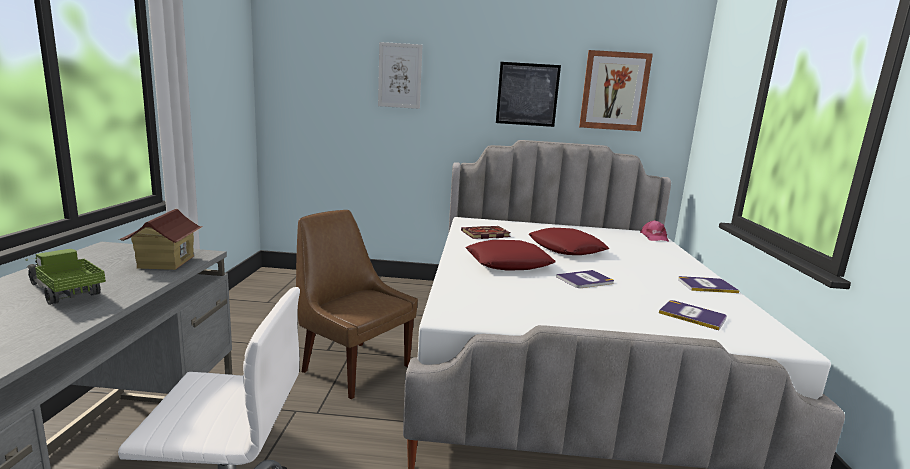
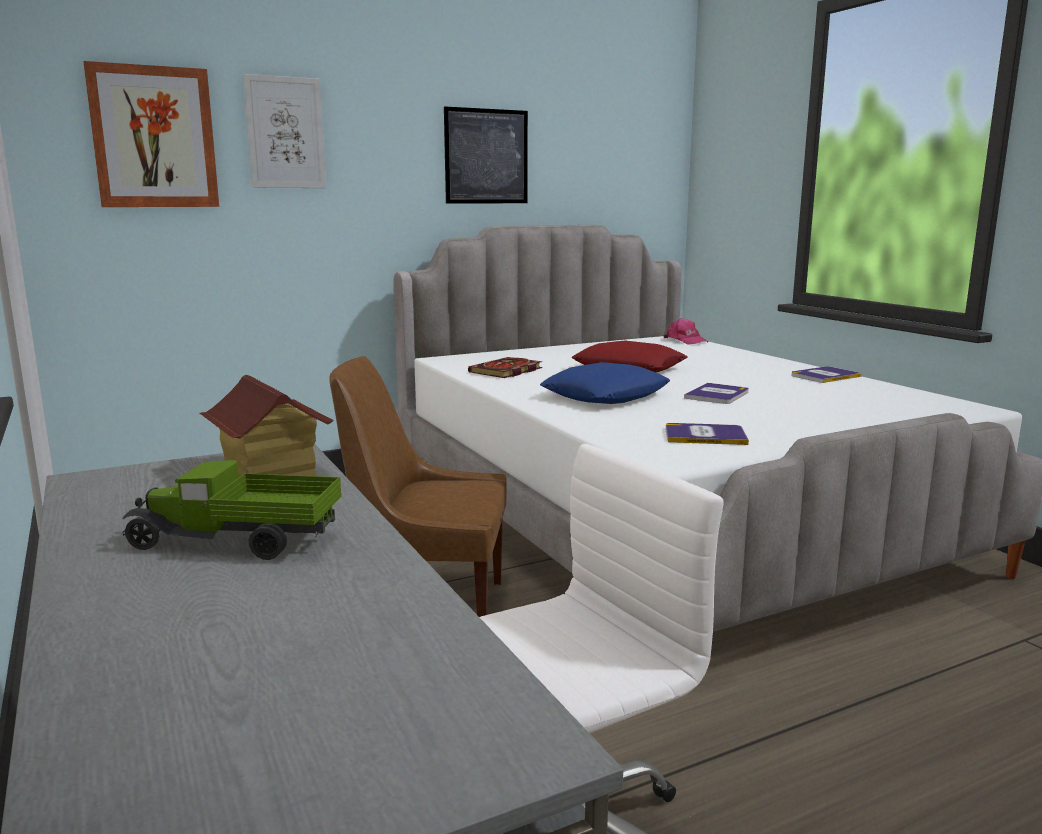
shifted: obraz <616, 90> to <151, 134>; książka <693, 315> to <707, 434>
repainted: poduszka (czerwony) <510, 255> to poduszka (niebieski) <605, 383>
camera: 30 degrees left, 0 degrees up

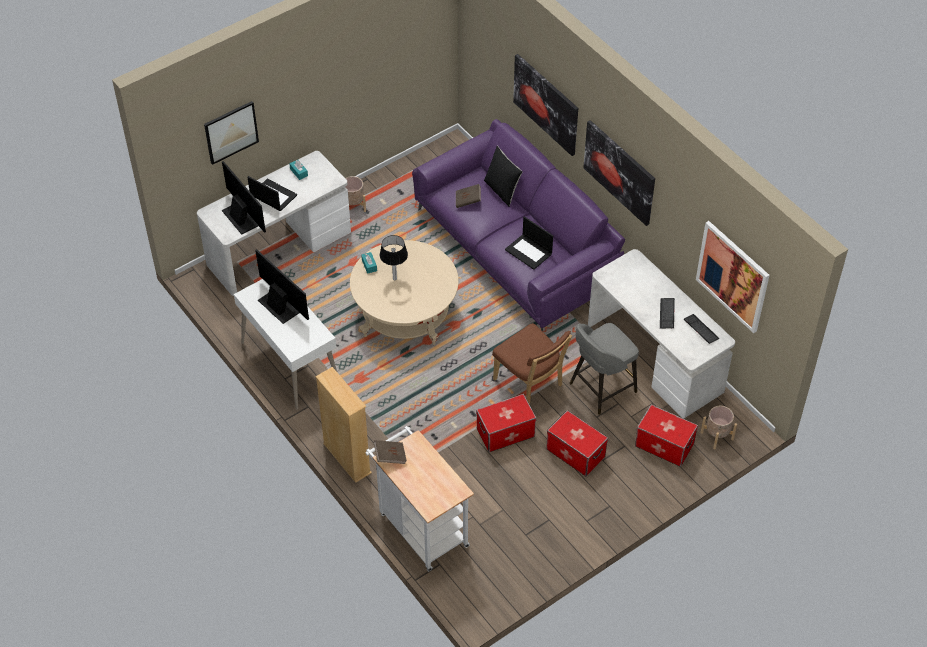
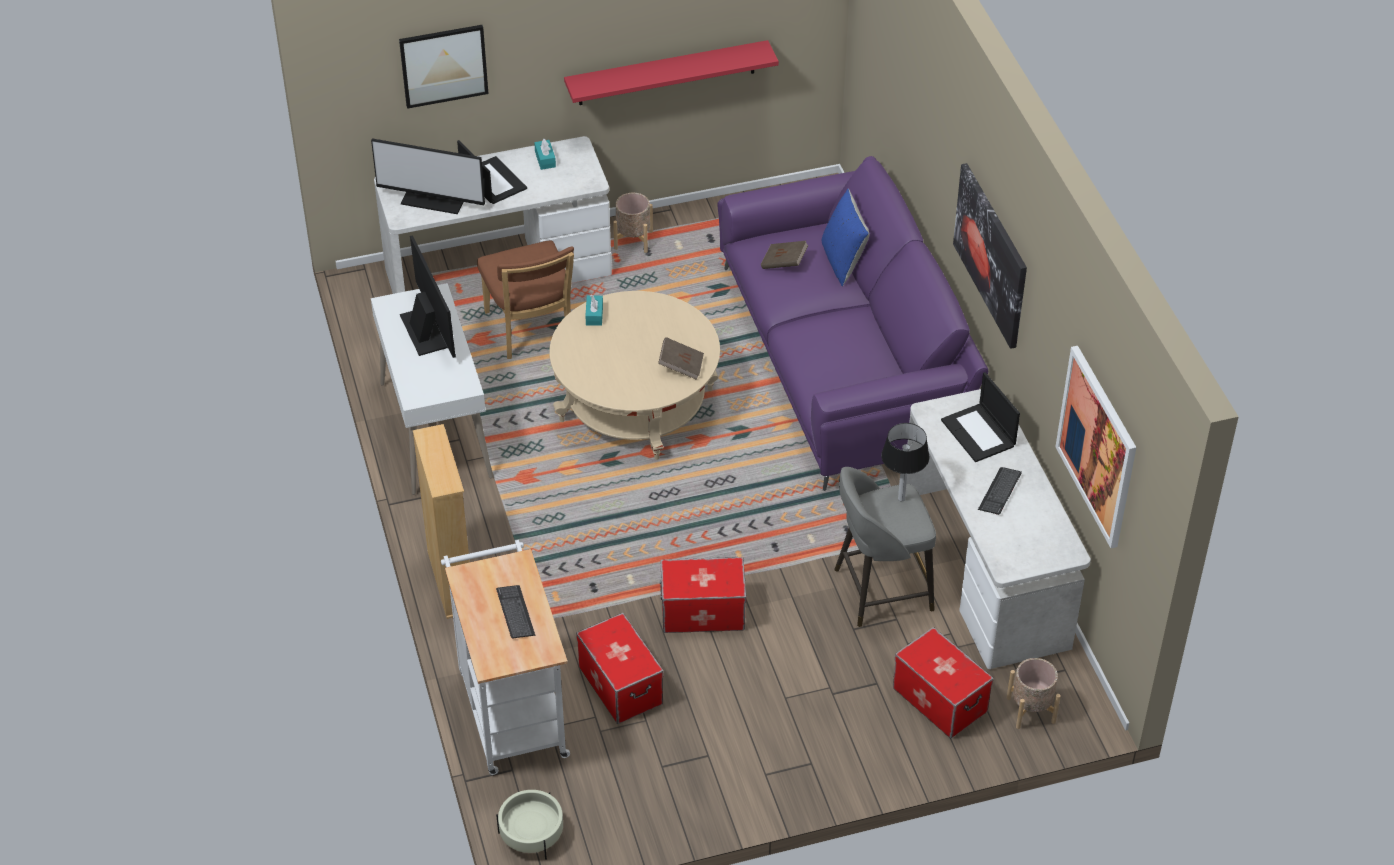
gone: obraz <545, 105>
new: półka (czerwony) <671, 72>; donica (beżowy) <529, 825>
shifted: laptop <529, 243> to <980, 417>; lampa stołowa <394, 257> to <905, 462>; klawiatura <702, 329> to <515, 612>; krzesło (brązowy) <532, 363> to <525, 300>; pojemnik do przechowywania <577, 443> to <619, 668>; książka (brązowy) <390, 452> to <681, 358>
repainted: poduszka (czarny) <503, 176> to poduszka (niebieski) <845, 238>
rotated: monitor <244, 198> = <428, 176> 120 degrees clockwise
camera: 20 degrees right, 5 degrees down

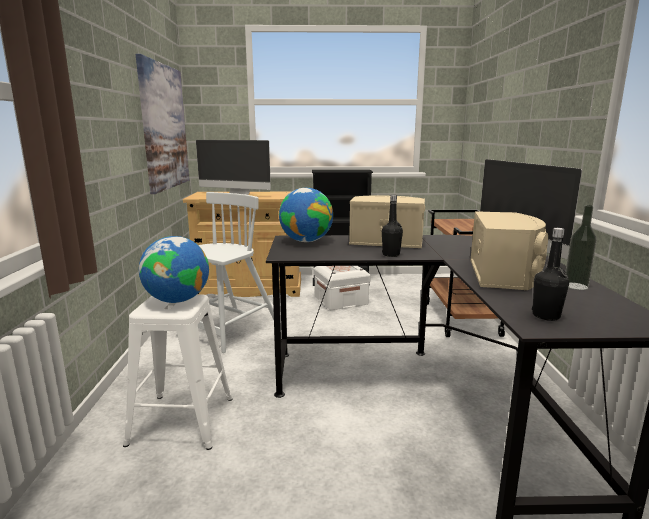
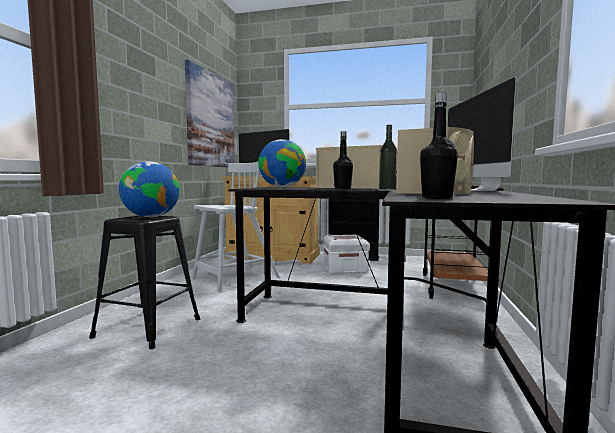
shifted: butelka <581, 247> to <388, 157>
repainted: stołek (biały) <178, 372> to stołek (czarny) <144, 282>
camera: 15 degrees right, 10 degrees down

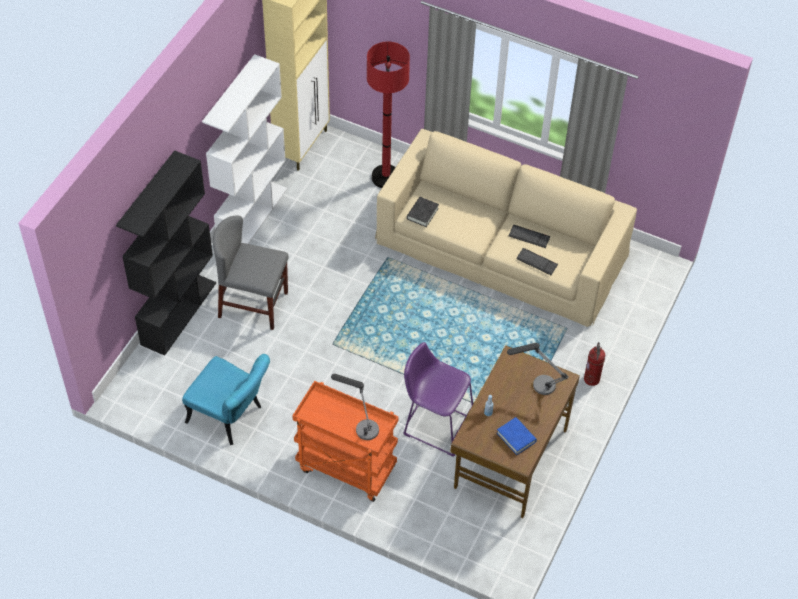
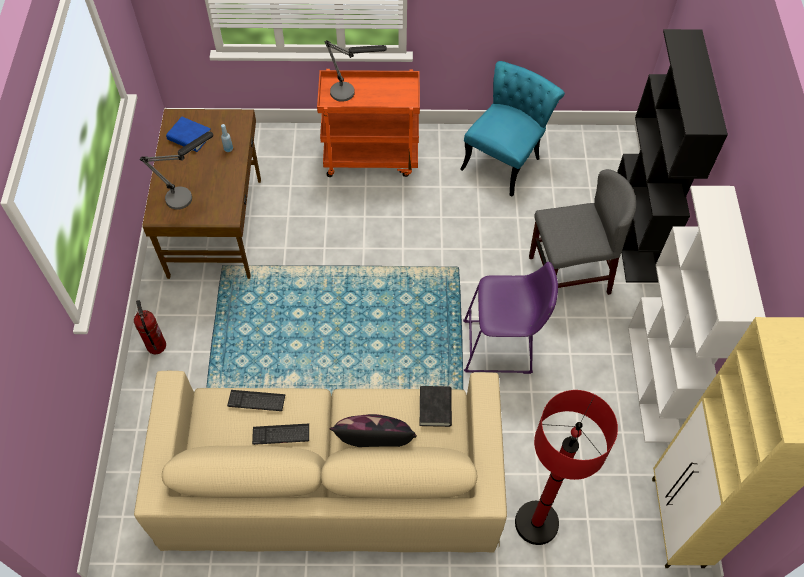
new: poduszka <373, 430>
shifted: stołek (fioletowy) <438, 399> to <510, 318>
rotated: krzesło (turkusowy) <226, 399> = <512, 129> 120 degrees clockwise
camera: 155 degrees right, 5 degrees up

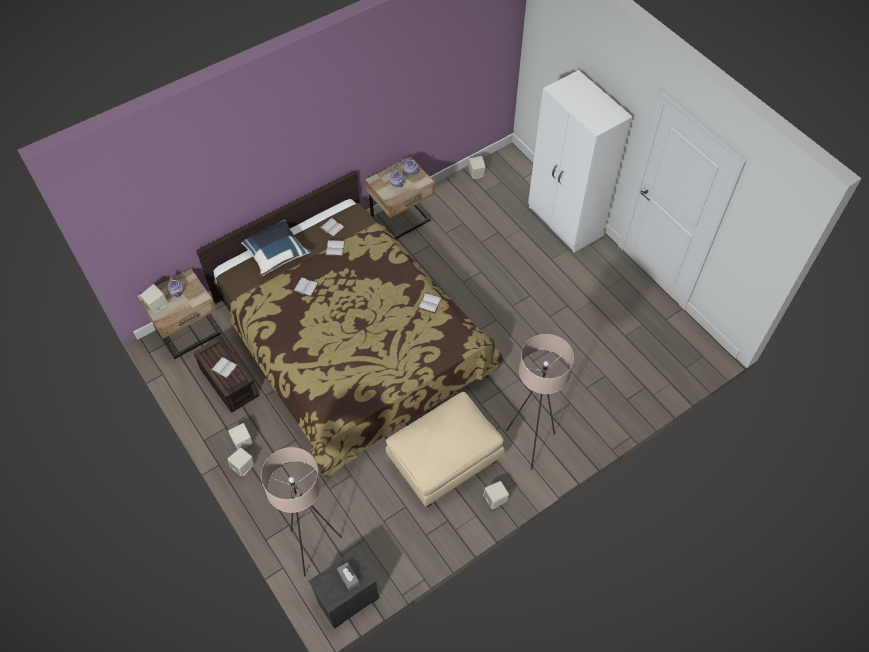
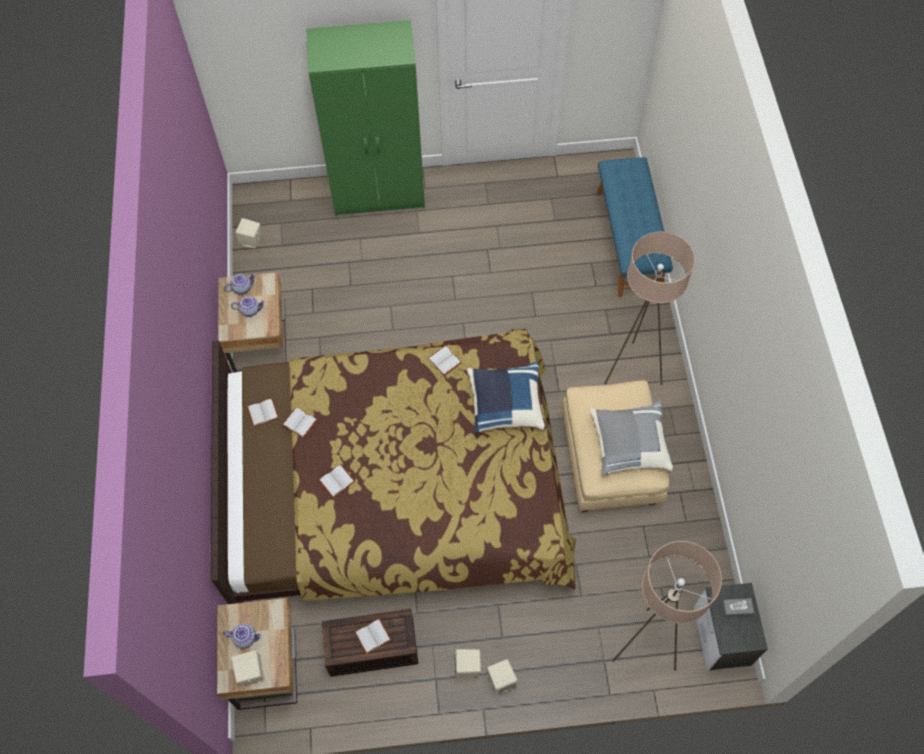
gone: głośnik (beżowy) <496, 495>
new: ławka (niebieski) <635, 227>; poduszka (szary) <632, 438>
shifted: poduszka (niebieski) <276, 248> to <506, 397>
repainted: szafa (biały) <580, 161> to szafa (zielony) <365, 118>
camera: 60 degrees left, 5 degrees up

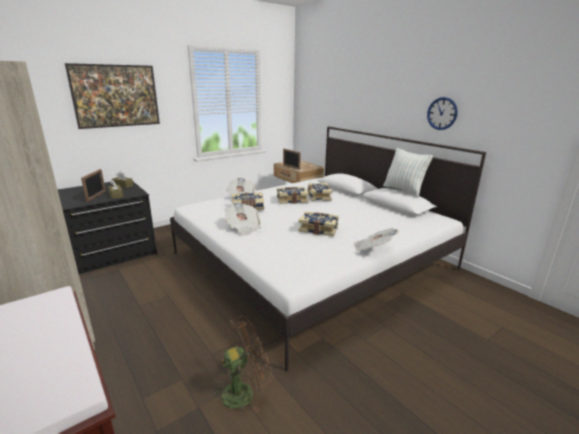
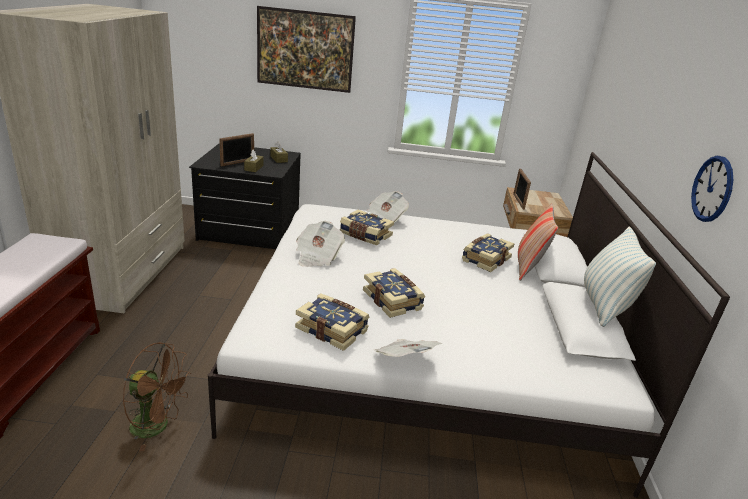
new: poduszka <538, 242>
shifted: książka <293, 195> to <332, 322>
camera: 40 degrees right, 5 degrees up

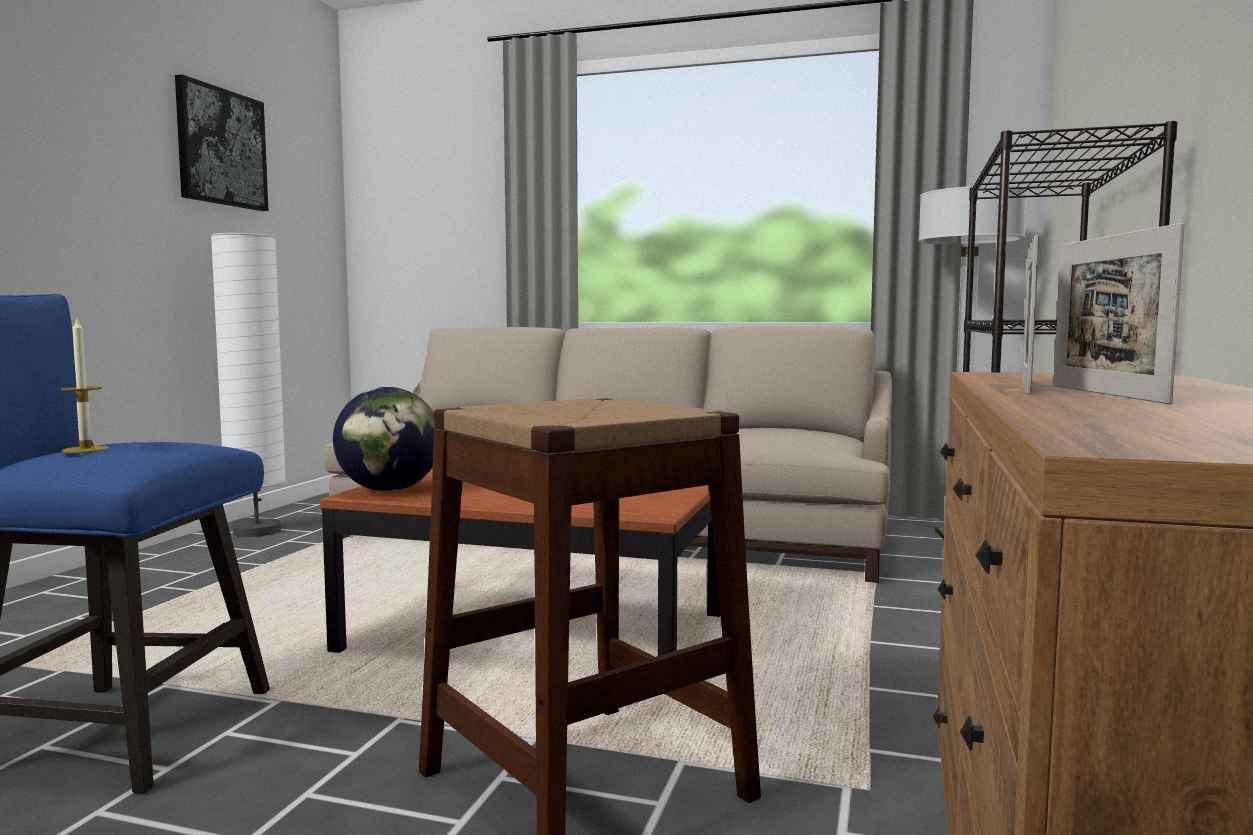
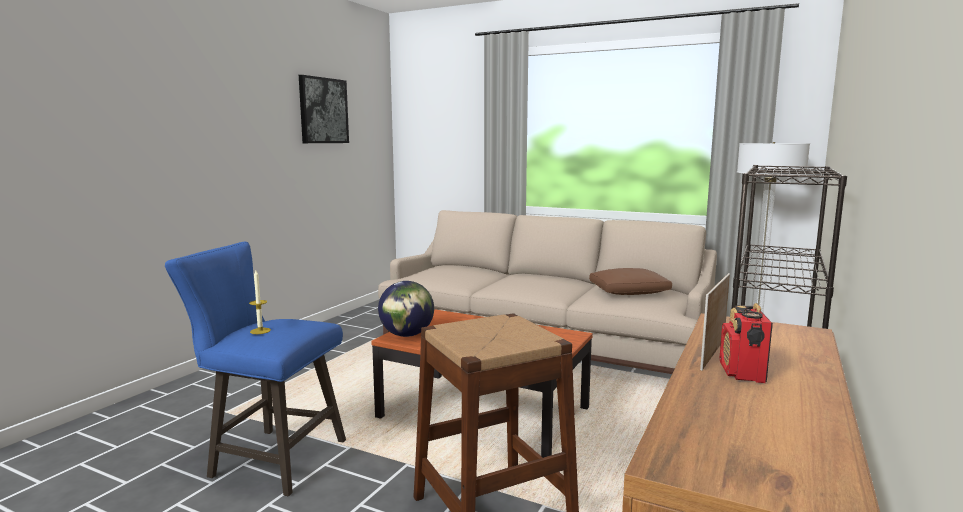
gone: lampa stojąca (biały) <248, 385>
new: poduszka (brązowy) <630, 281>
swapped: ramka na zdjęcie <1118, 313> to radio <746, 343>
camera: 10 degrees right, 5 degrees up

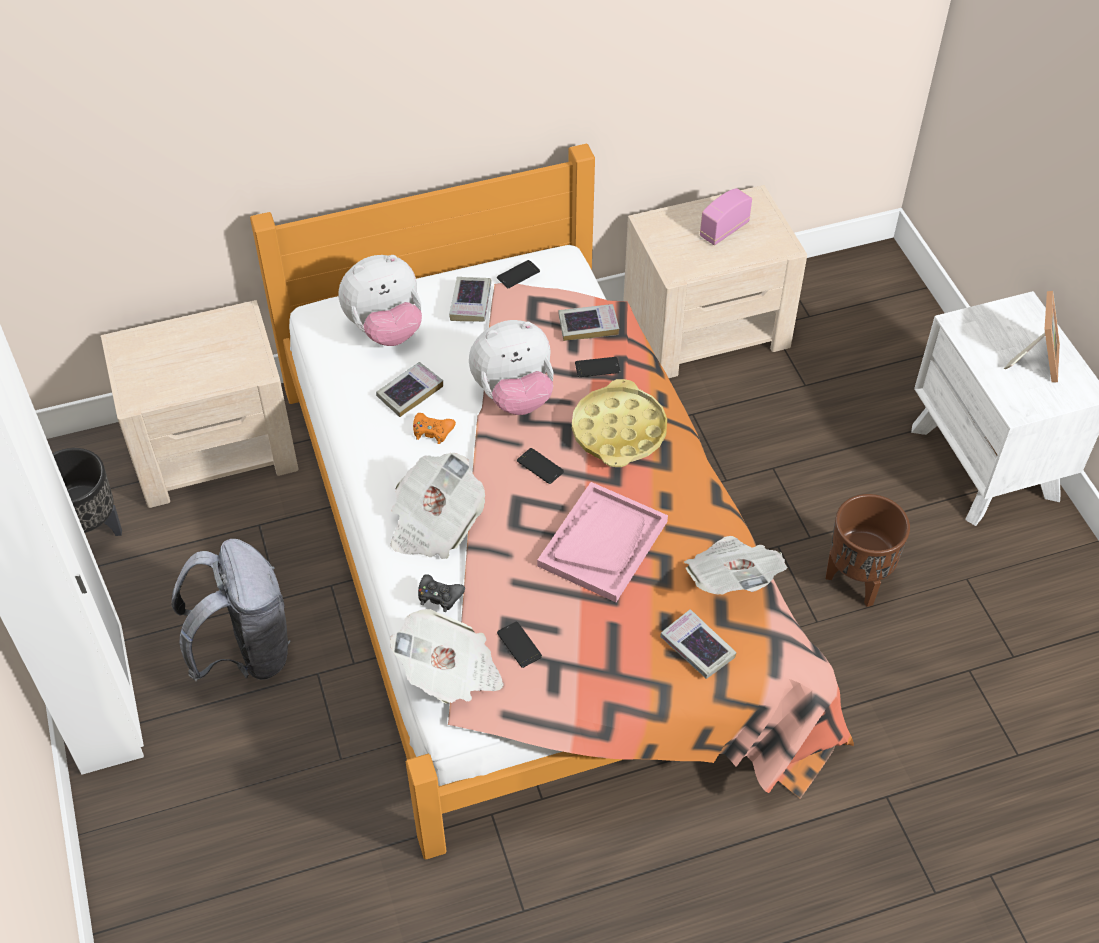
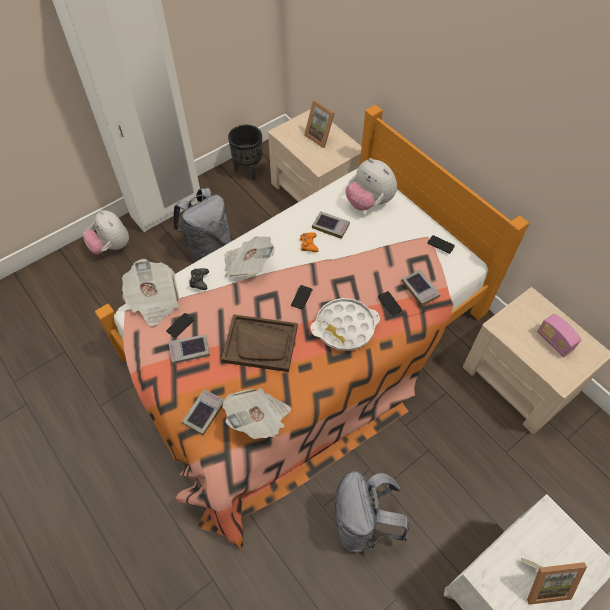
new: ramka na zdjęcie <319, 124>
shifted: książka <470, 299> to <189, 349>; pluszak <511, 367> to <106, 232>
swapped: donica (brązowy) <867, 550> to plecak (szary) <371, 512>
repainted: taca (żółty) <619, 423> to taca (biały) <345, 324>; taca (różowy) <602, 542> to taca (brązowy) <259, 343>
rotated: radio <726, 216> = <559, 335> 150 degrees counterclockwise
camera: 70 degrees right, 5 degrees up

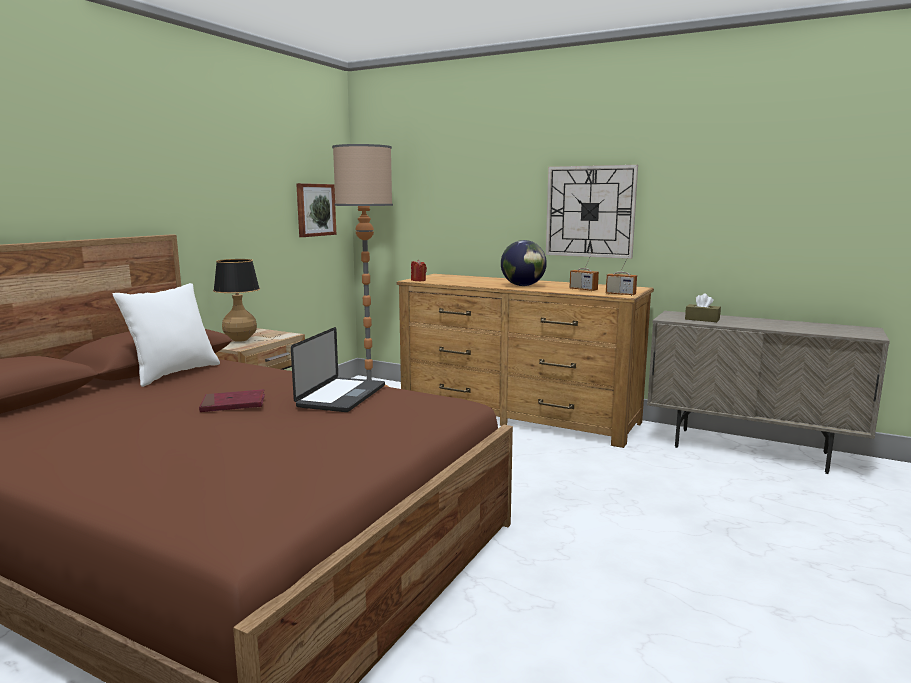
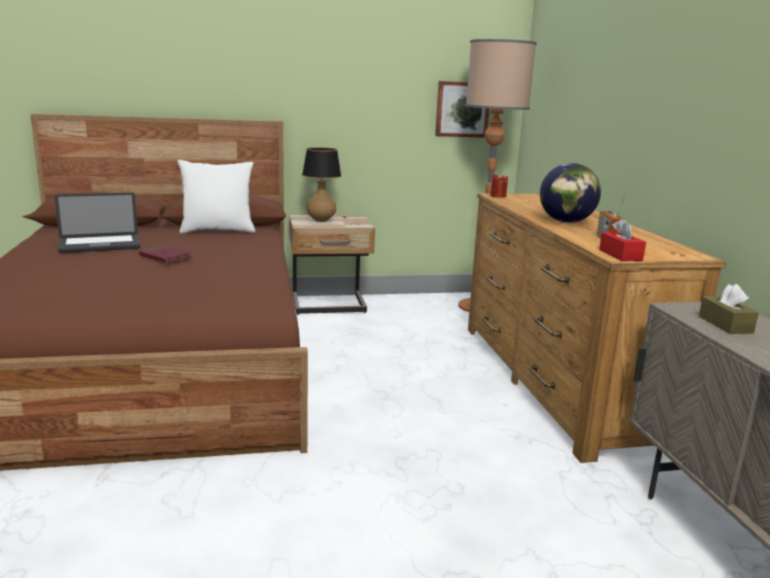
gone: zegar ścienny <592, 212>
shifted: laptop <338, 369> to <97, 223>
swapped: radio <621, 274> to pudełko chusteczek (czerwony) <622, 239>
camera: 50 degrees right, 5 degrees up

